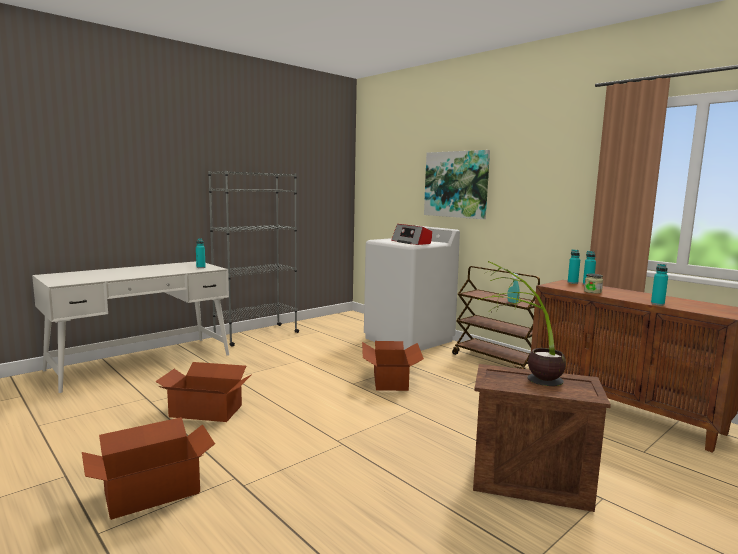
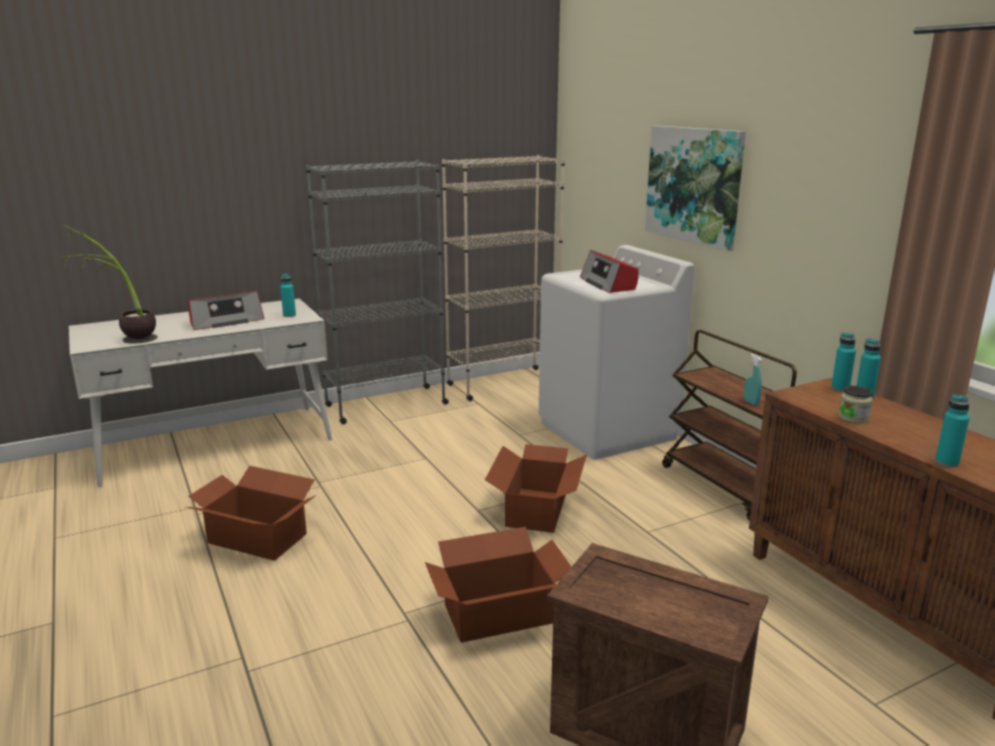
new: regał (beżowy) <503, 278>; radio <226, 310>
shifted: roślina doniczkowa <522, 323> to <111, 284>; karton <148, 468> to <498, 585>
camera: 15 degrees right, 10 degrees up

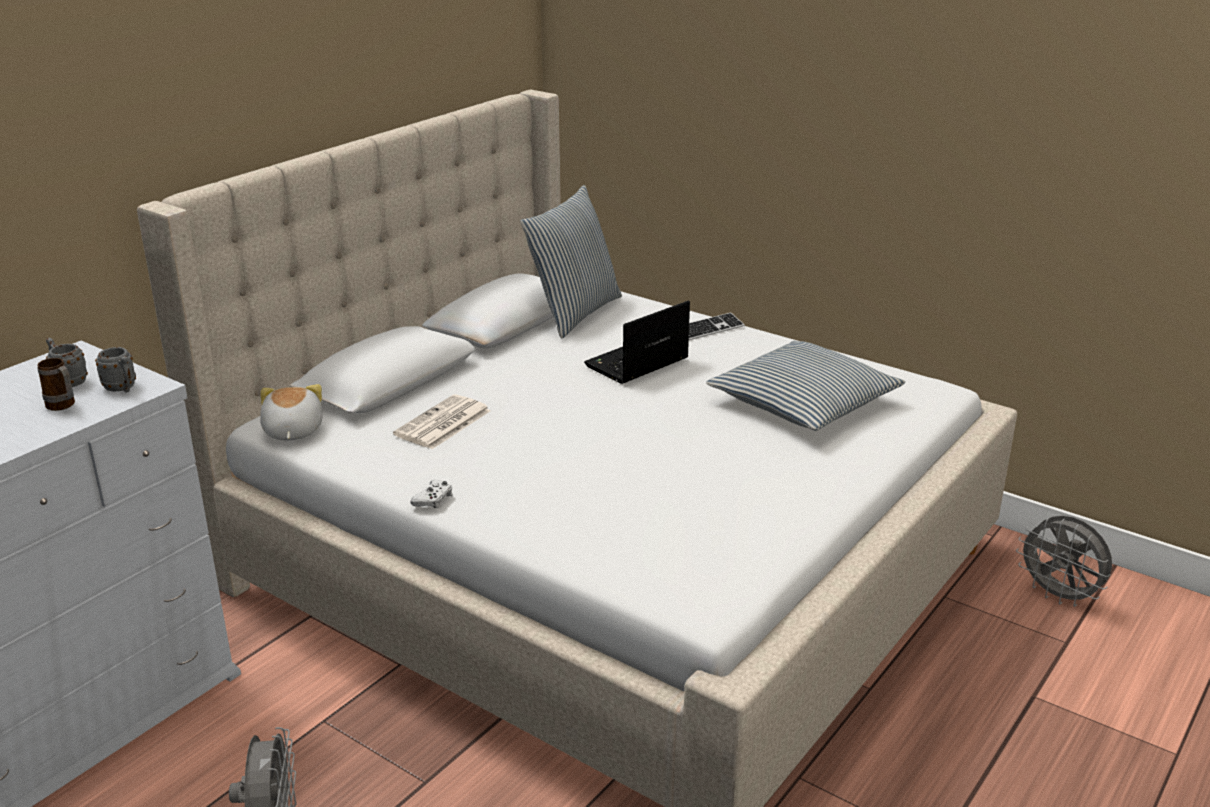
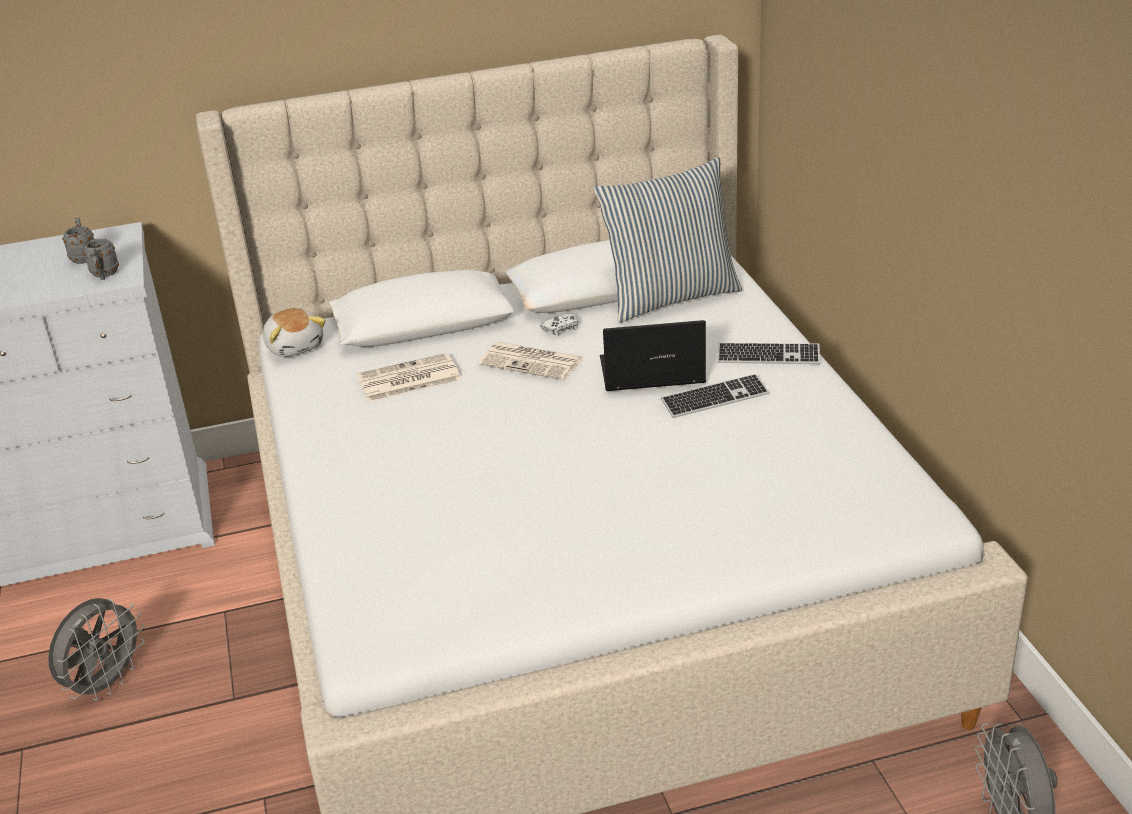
gone: poduszka <805, 386>; kubek <56, 384>
new: gazeta <530, 361>; klawiatura <715, 396>
shifted: pad do gier (biały) <431, 494> to <559, 324>
rotated: pluszak <291, 412> = <294, 332> 120 degrees clockwise
camera: 40 degrees right, 5 degrees up

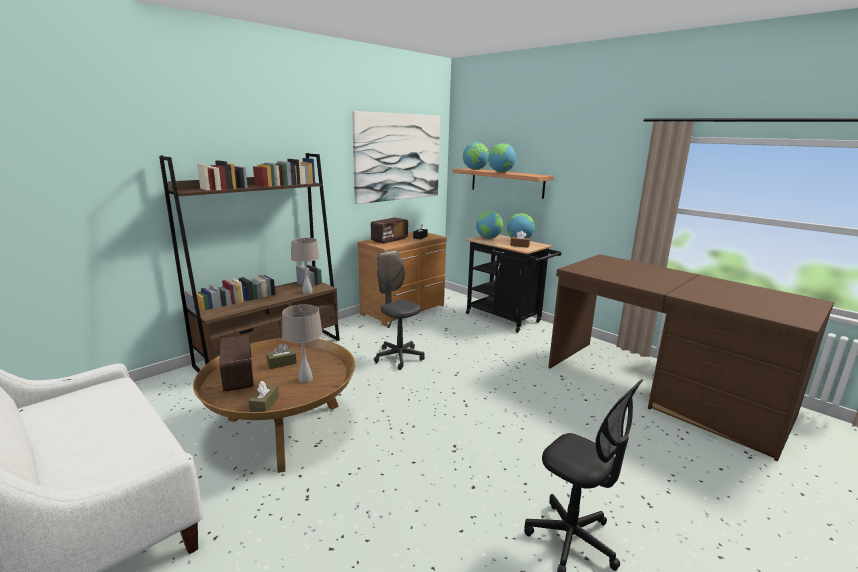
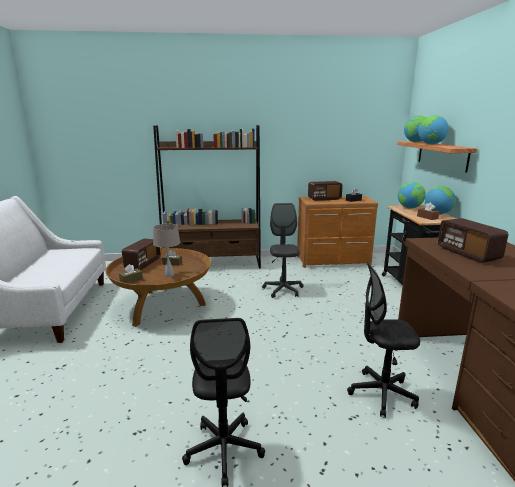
gone: obraz <396, 157>; lampa stołowa (beżowy) <305, 266>
new: radio <473, 240>; krzesło biurowe (czarny) <383, 340>
camera: 40 degrees right, 0 degrees up

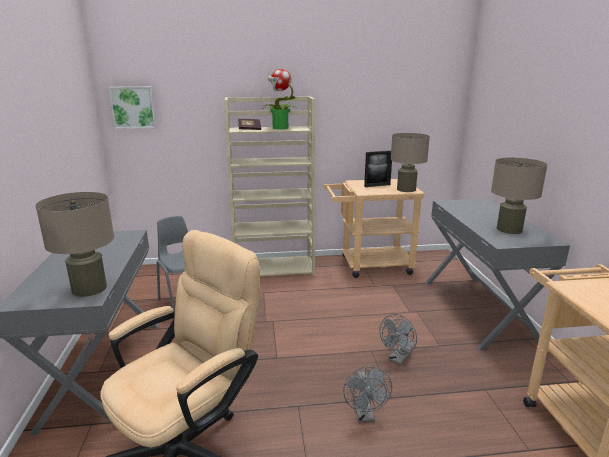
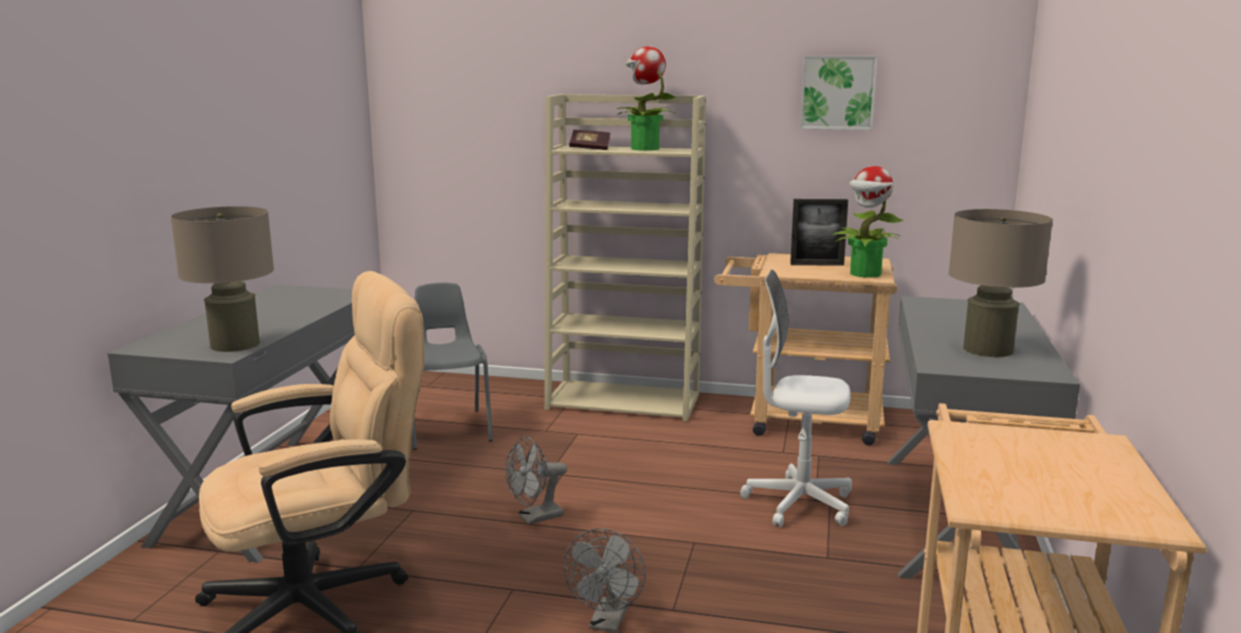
new: krzesło biurowe (biały) <796, 398>
shifted: obraz <132, 108> to <839, 93>; wentylator (szary) <398, 339> to <536, 480>
swapped: lampa stołowa (beżowy) <410, 162> to roślina doniczkowa <868, 222>
camera: 20 degrees right, 5 degrees down

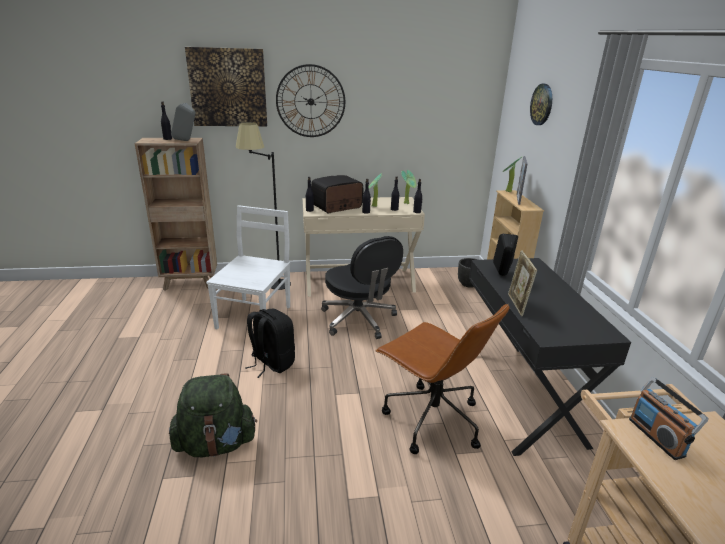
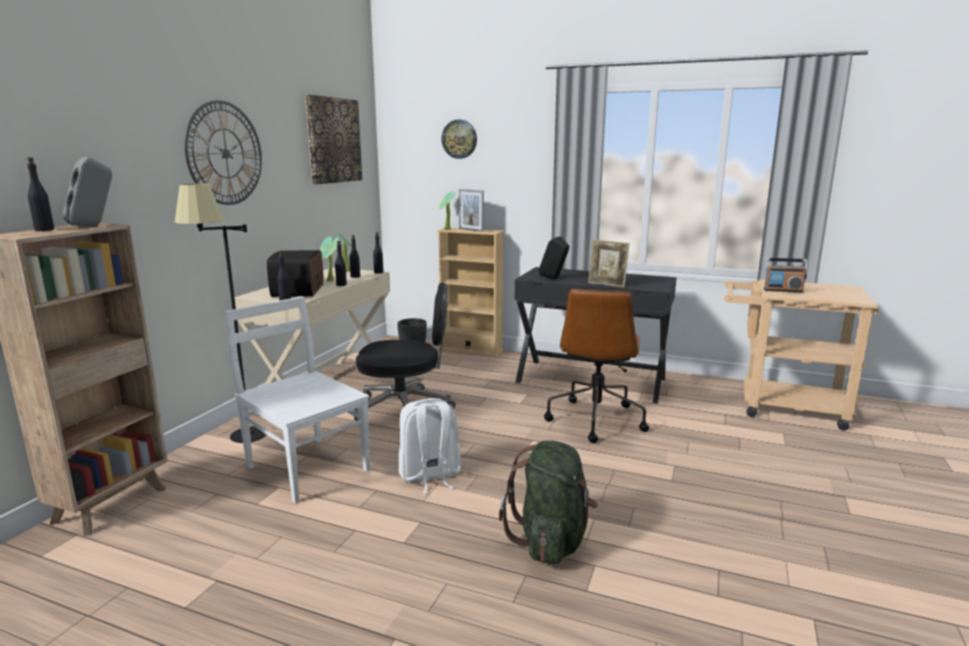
shifted: obraz <226, 86> to <333, 140>
repainted: plecak (czarny) <270, 343> to plecak (biały) <430, 446>
rotated: krzesło biurowe (brązowy) <442, 378> = <596, 366> 120 degrees clockwise
camera: 60 degrees left, 10 degrees down

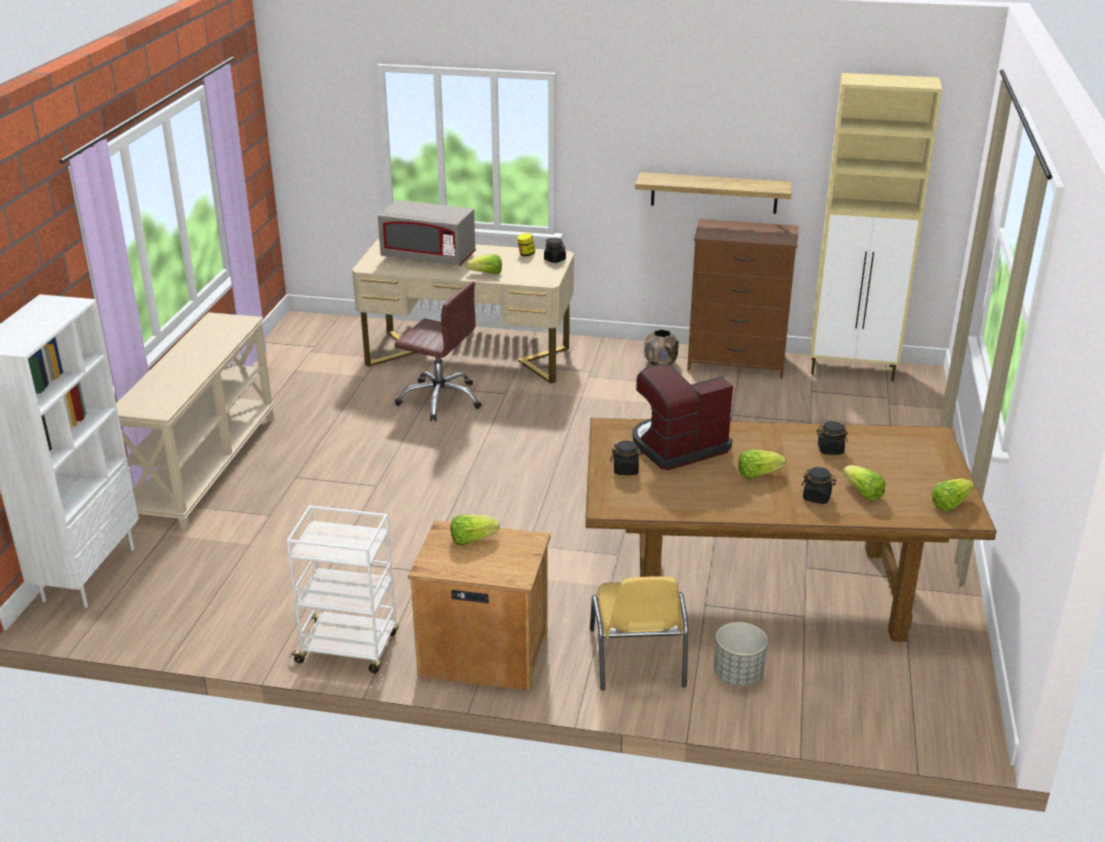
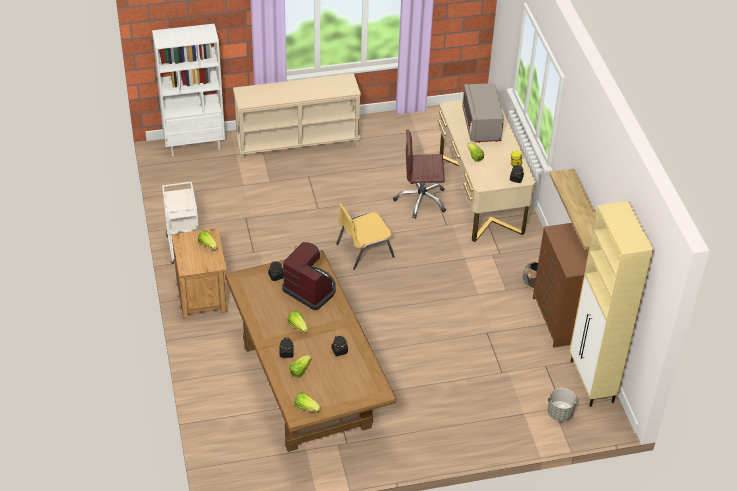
shifted: krzesło (żółty) <639, 633> to <365, 236>; donica (szary) <741, 654> to <562, 405>
rotated: krzesło biurowe (brązowy) <438, 351> = <419, 174> 90 degrees clockwise
camera: 65 degrees right, 15 degrees up

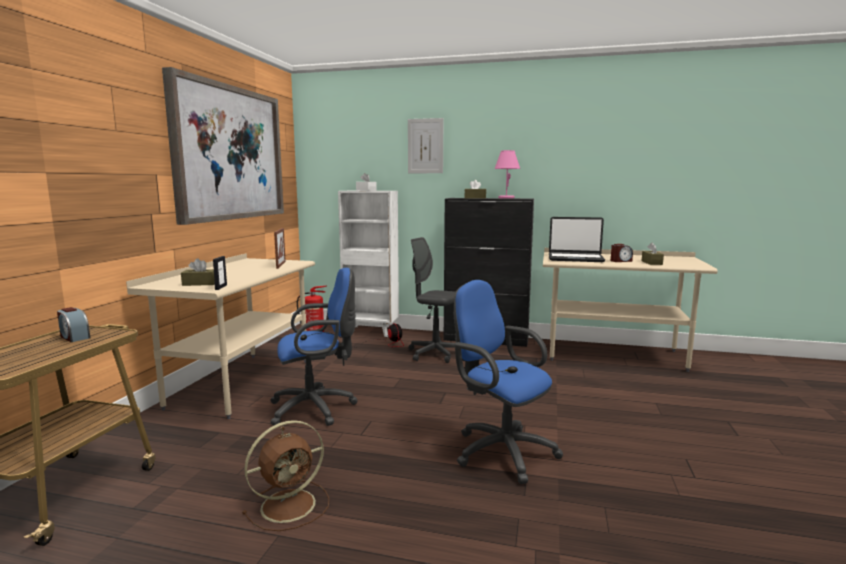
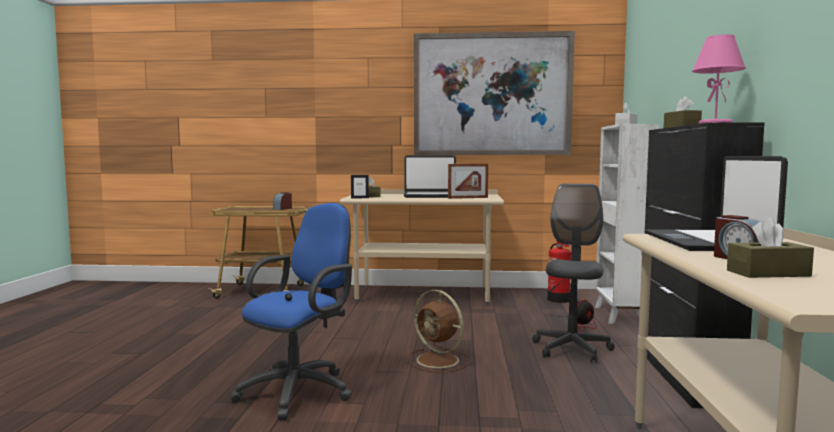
gone: obraz <425, 145>; krzesło biurowe (niebieski) <314, 347>
new: laptop <430, 176>
shifted: wentylator (brązowy) <285, 475> to <439, 331>
camera: 80 degrees right, 5 degrees down

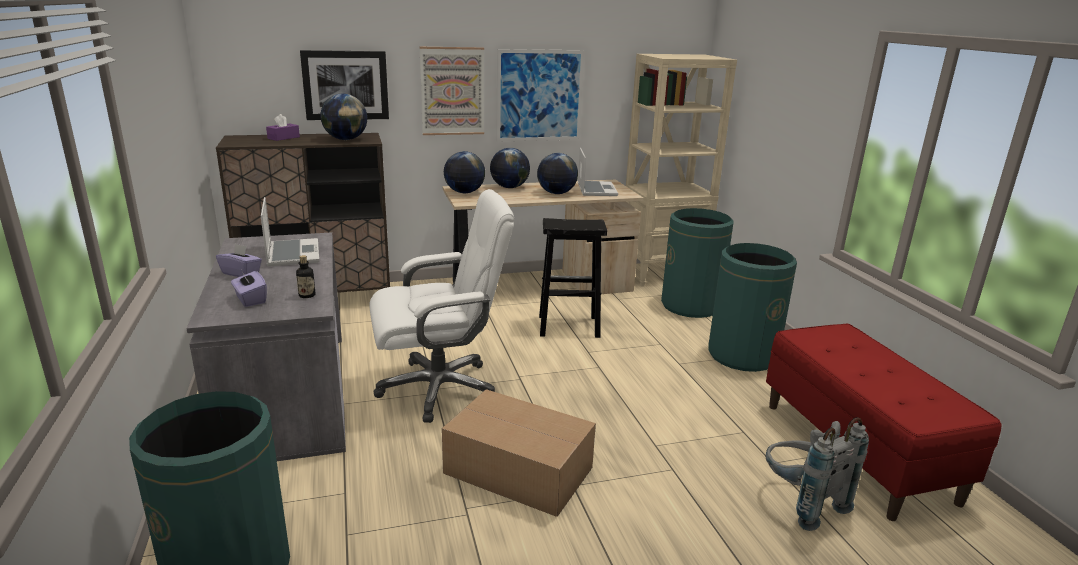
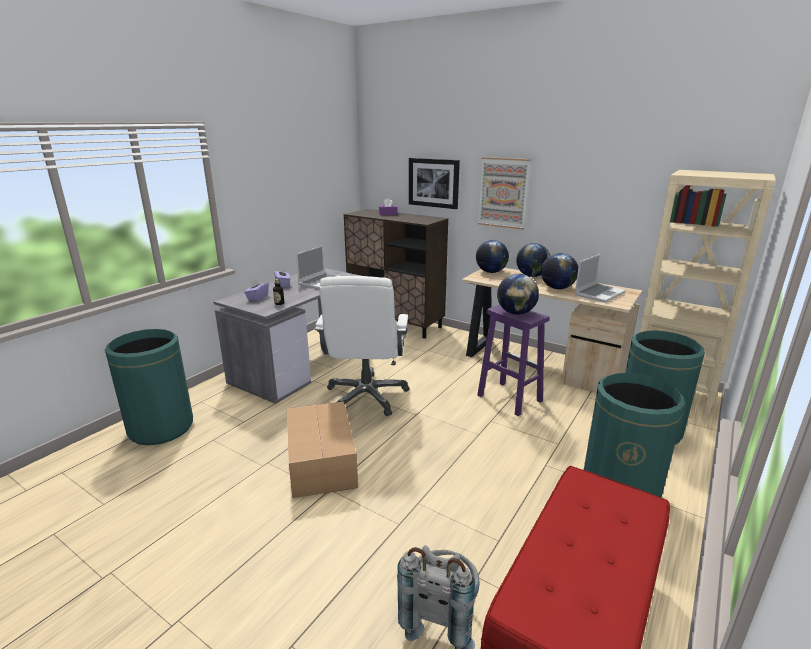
gone: obraz <540, 95>
shifted: globus <344, 117> to <518, 294>
repainted: stołek (czarny) <573, 278> to stołek (fioletowy) <513, 360>
rotated: krzesło biurowe (biały) <442, 306> = <362, 346> 60 degrees clockwise
camera: 50 degrees right, 0 degrees up

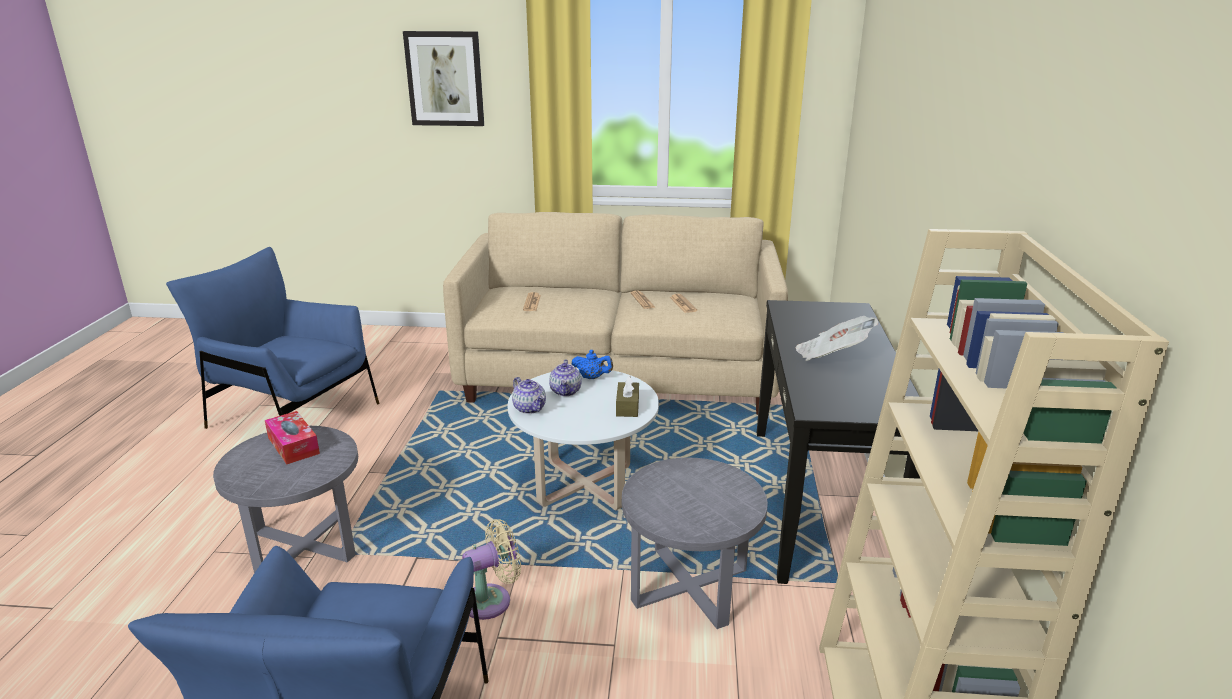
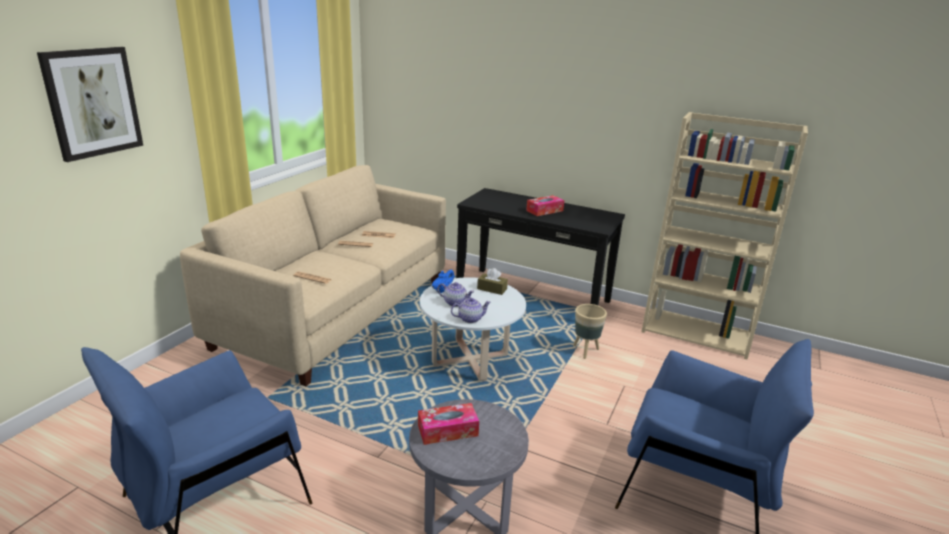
gone: wentylator (beżowy) <491, 569>
swapped: gazeta <836, 338> to pudełko chusteczek <545, 205>; stolik (szary) <695, 543> to donica (beżowy) <590, 331>
camera: 70 degrees left, 0 degrees up

